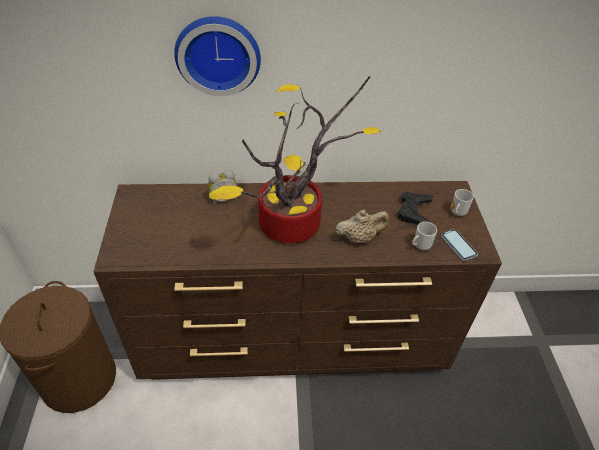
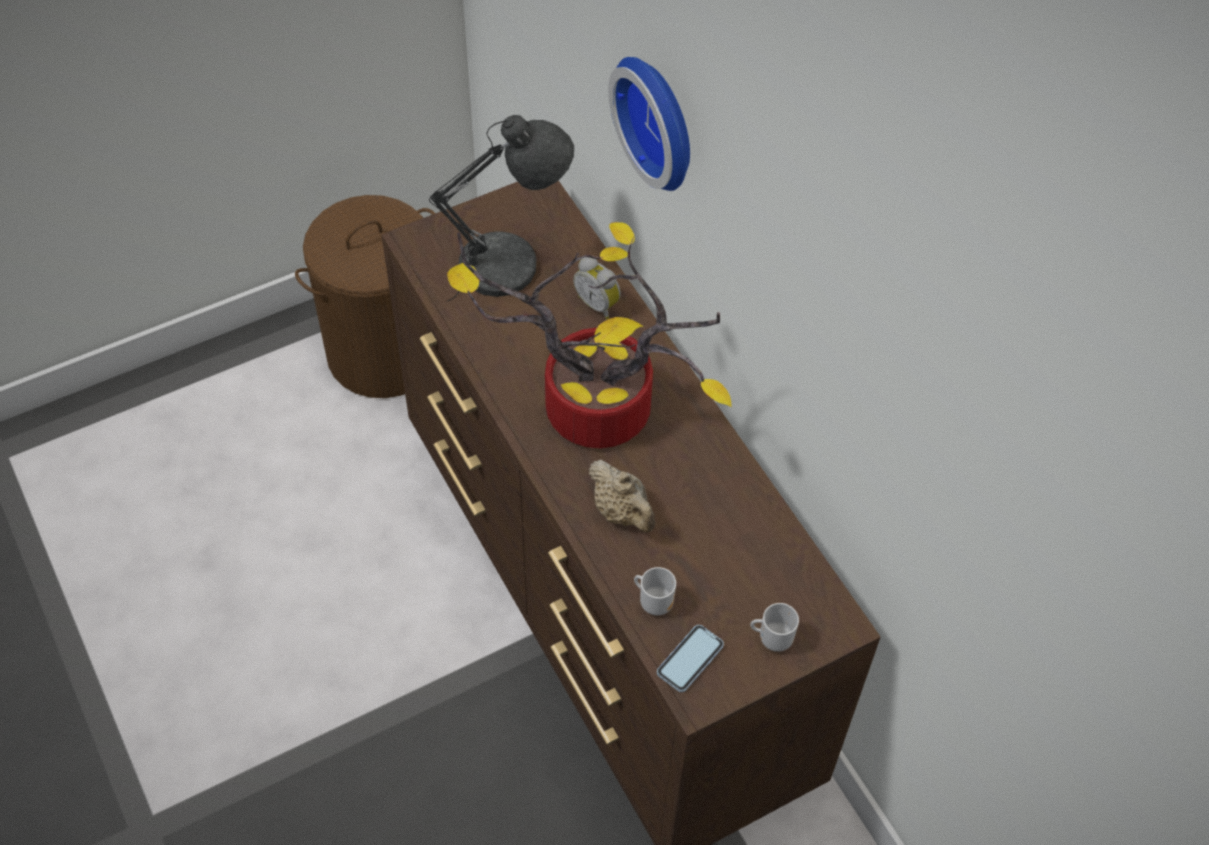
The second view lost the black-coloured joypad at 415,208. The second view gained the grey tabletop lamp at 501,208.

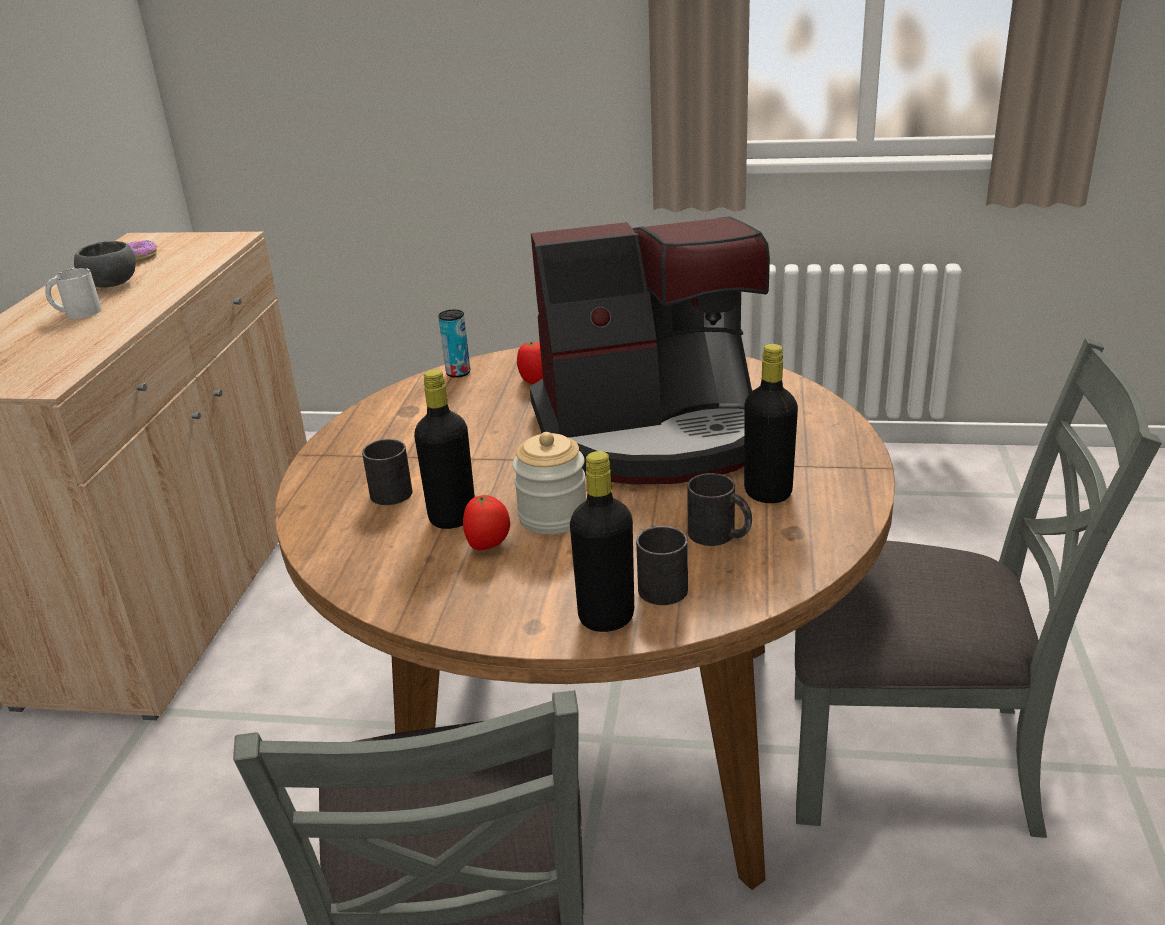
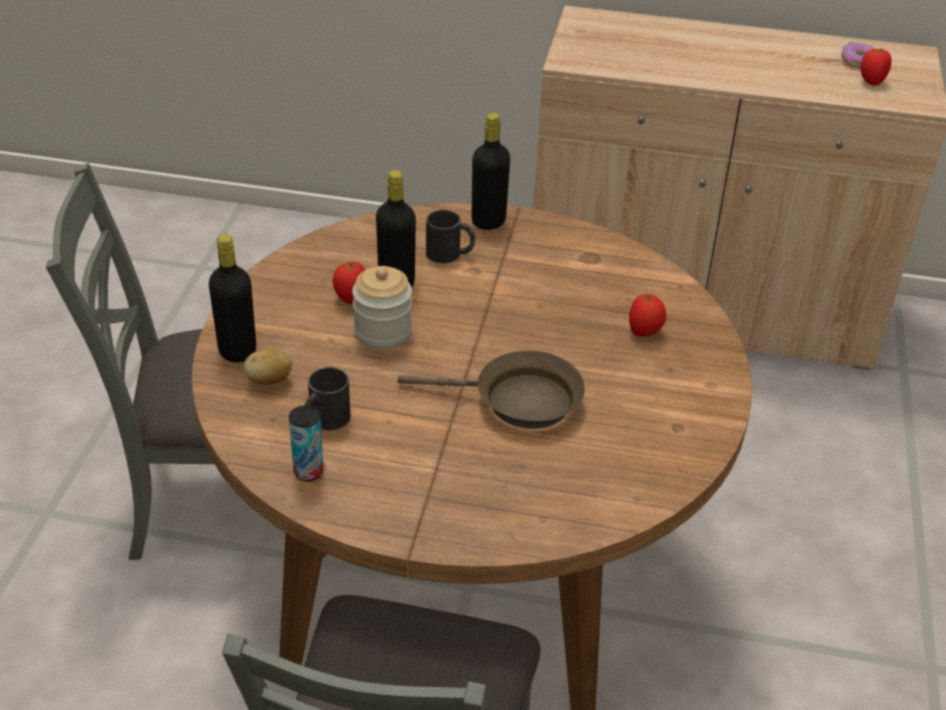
The second view lost the white mug at 73,293. The second view lost the grey deep dish at 105,264. The metal can ended up elsewhere, having gone from 454,344 to 306,443. Where the coffee brewer stood at 650,350, the brownish frying pan came to stand at 491,389. Where the black-coloured mug stood at 662,565, the whole potato came to stand at 268,367. The black-coloured drink bottle ended up elsewhere, having gone from 771,423 to 490,171. The second view gained the whole tomato at 875,67.

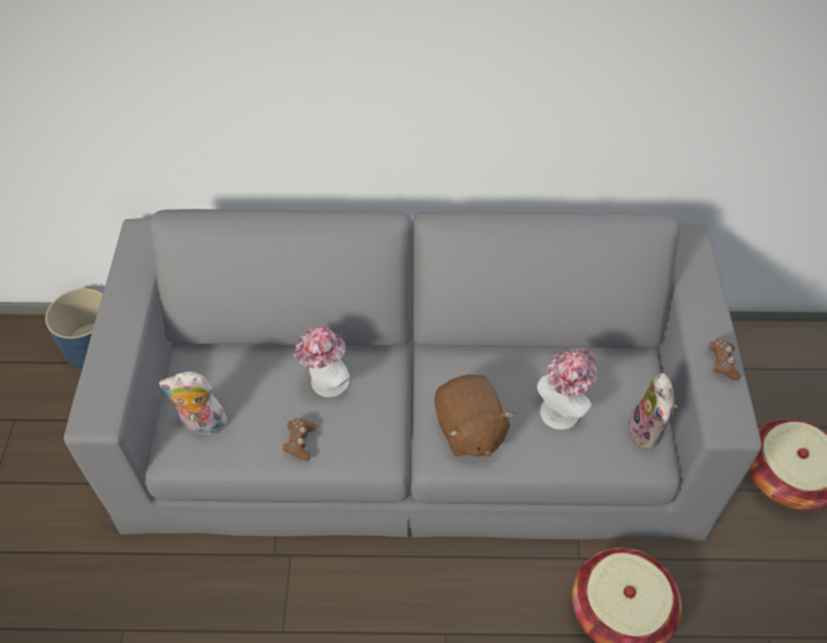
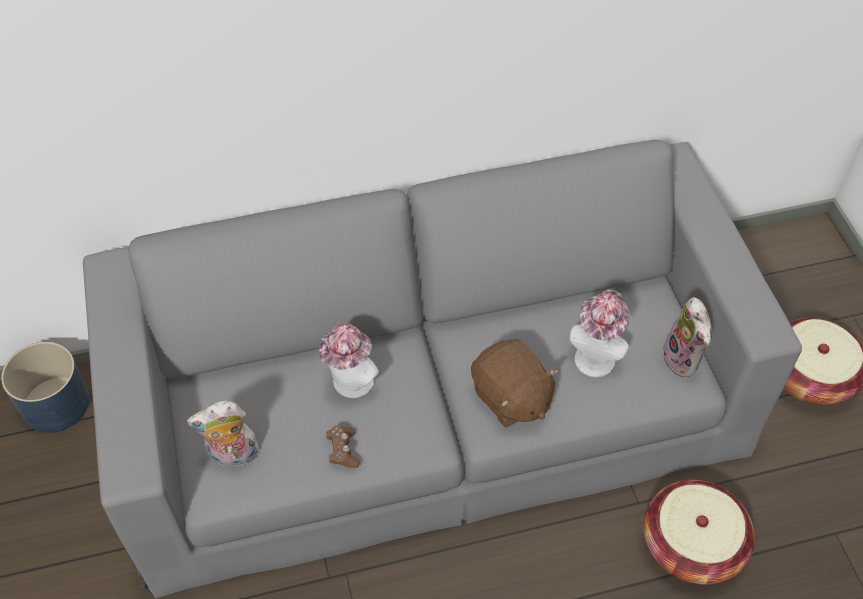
The second view lost the brownish joypad at 724,360.

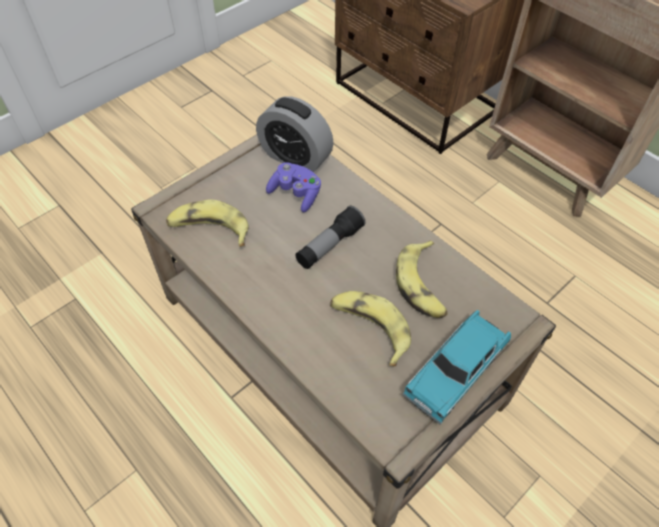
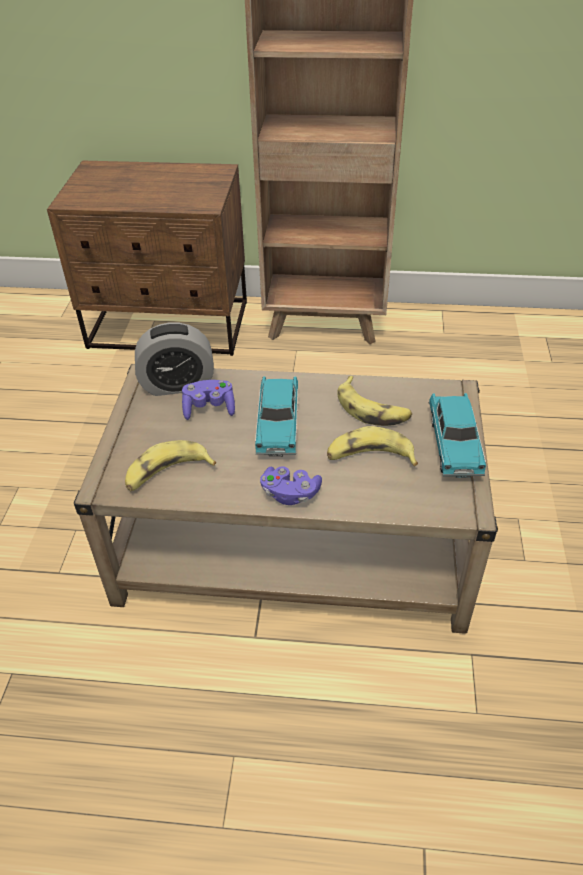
Where the flashlight stood at 330,237, the turquoise-coloured miniature car came to stand at 276,416. The second view gained the purplish joypad at 291,485.

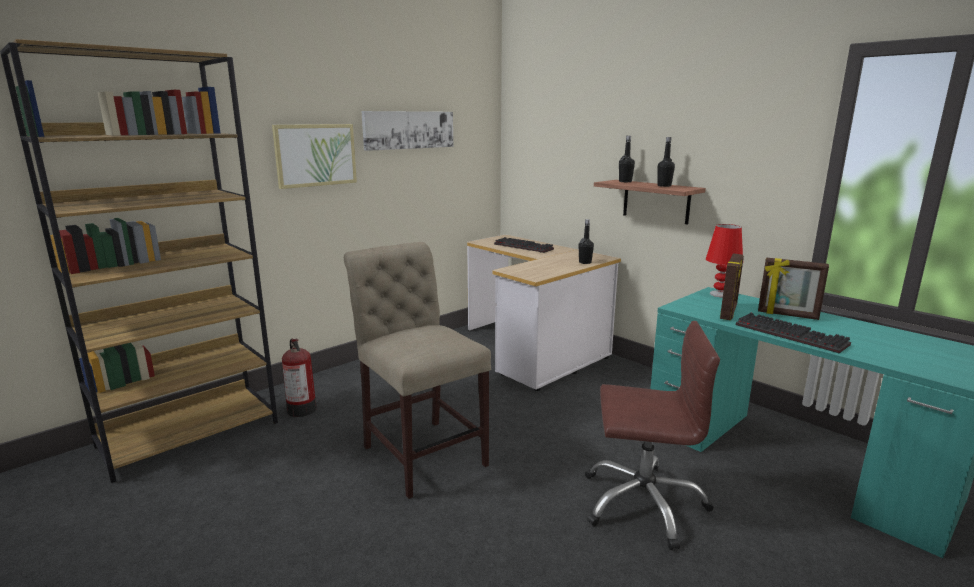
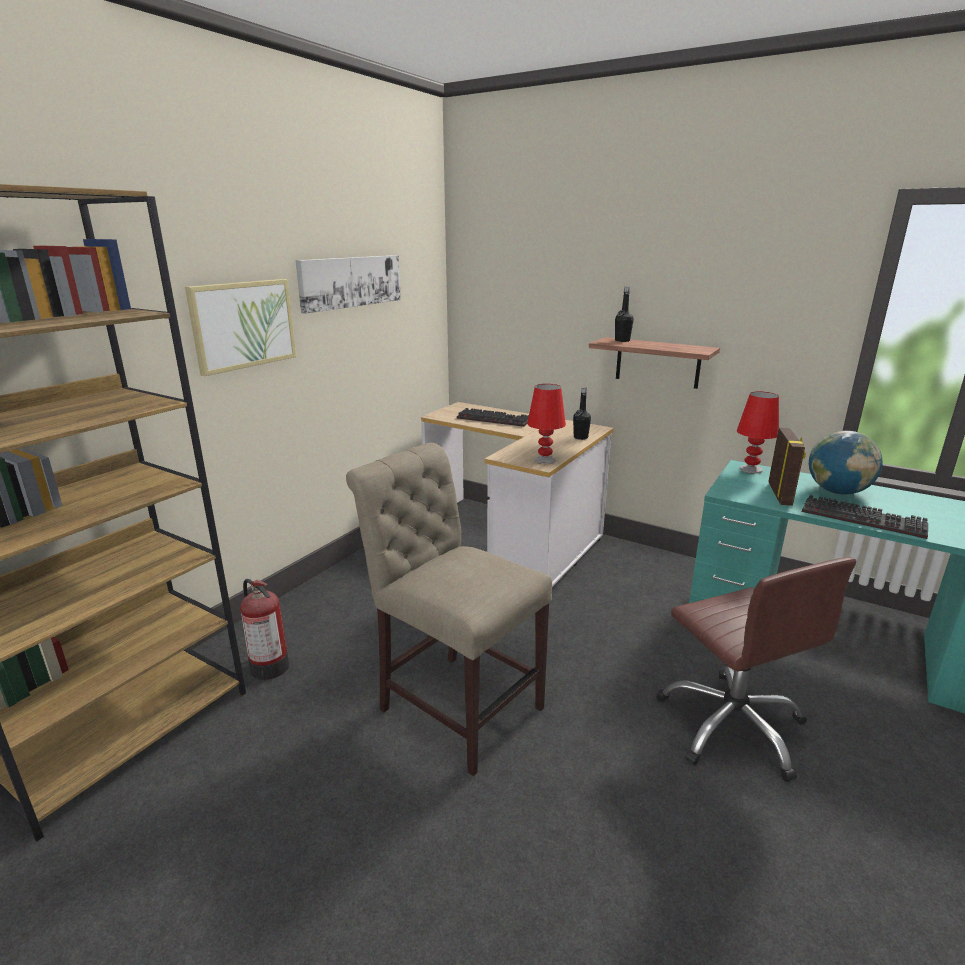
The brownish desk chair at 652,435 ended up facing another way, 75 degrees clockwise from before. The second view lost the black-coloured drink bottle at 666,162. Where the photo frame stood at 793,289, the world globe came to stand at 846,463. The second view gained the red-coloured tabletop lamp at 546,424.

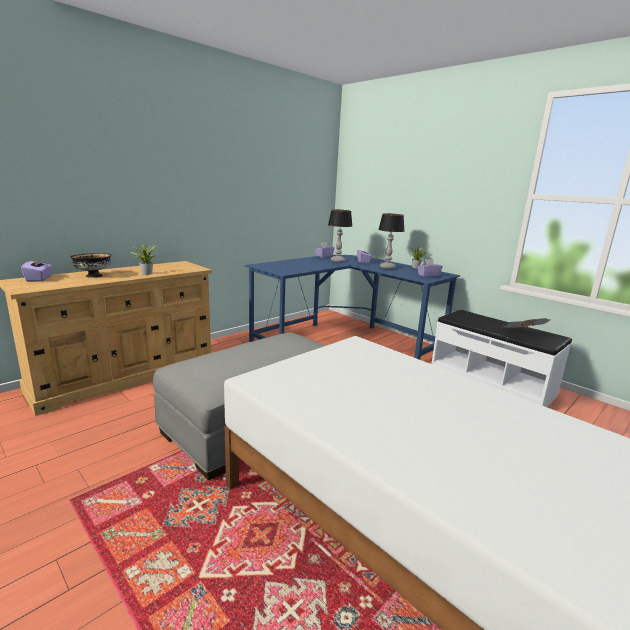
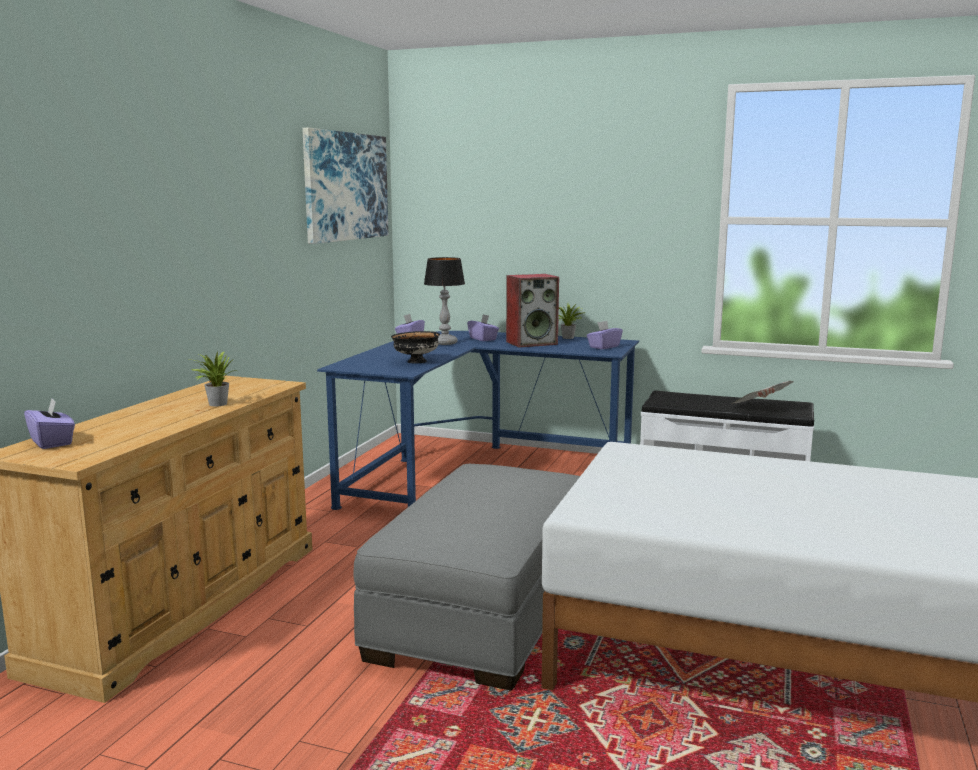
The black-coloured deep dish ended up elsewhere, having gone from 90,265 to 415,347. Where the tabletop lamp stood at 391,241, the speaker came to stand at 532,311. The second view gained the wall picture at 345,186.

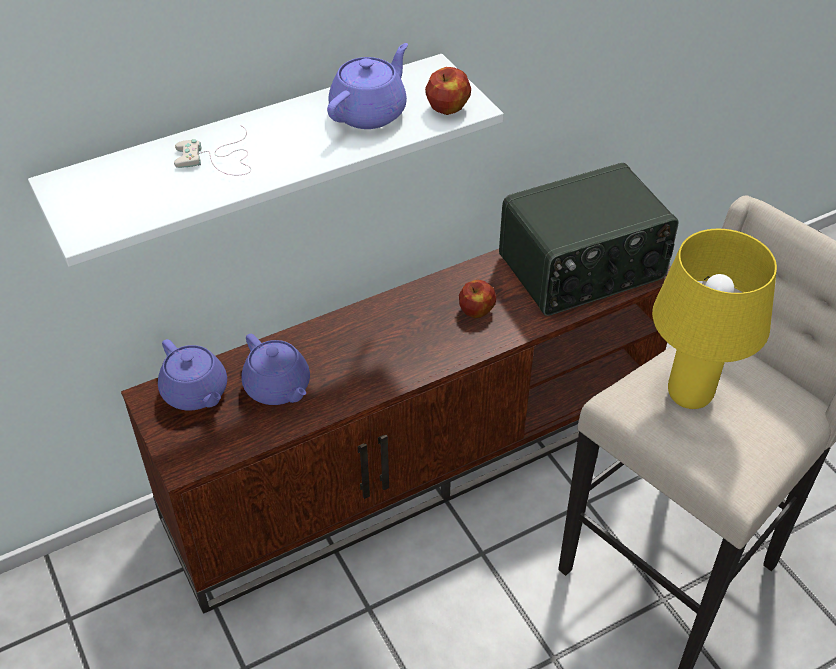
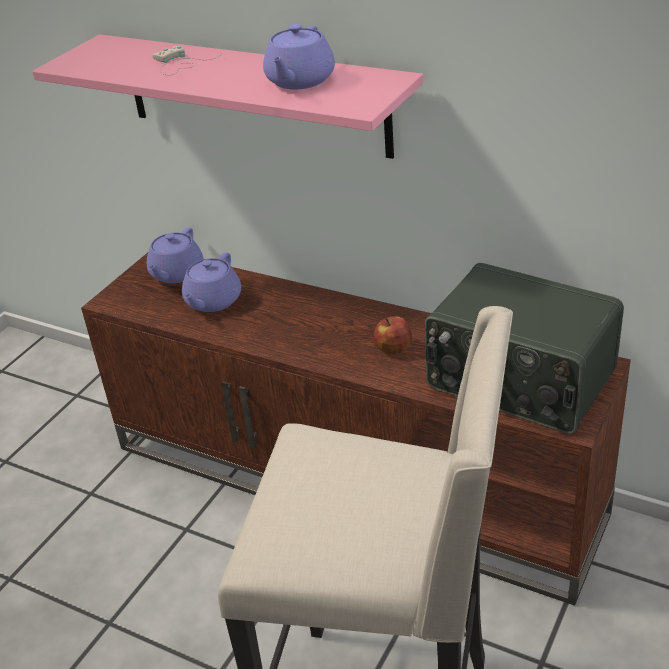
What was the white shelf at 266,160 turned into the pinkish shelf at 227,96. The purplish pot for tea at 367,86 ended up facing another way, 105 degrees clockwise from before. The second view lost the apple at 448,91. The second view lost the yellow-coloured tabletop lamp at 714,319.

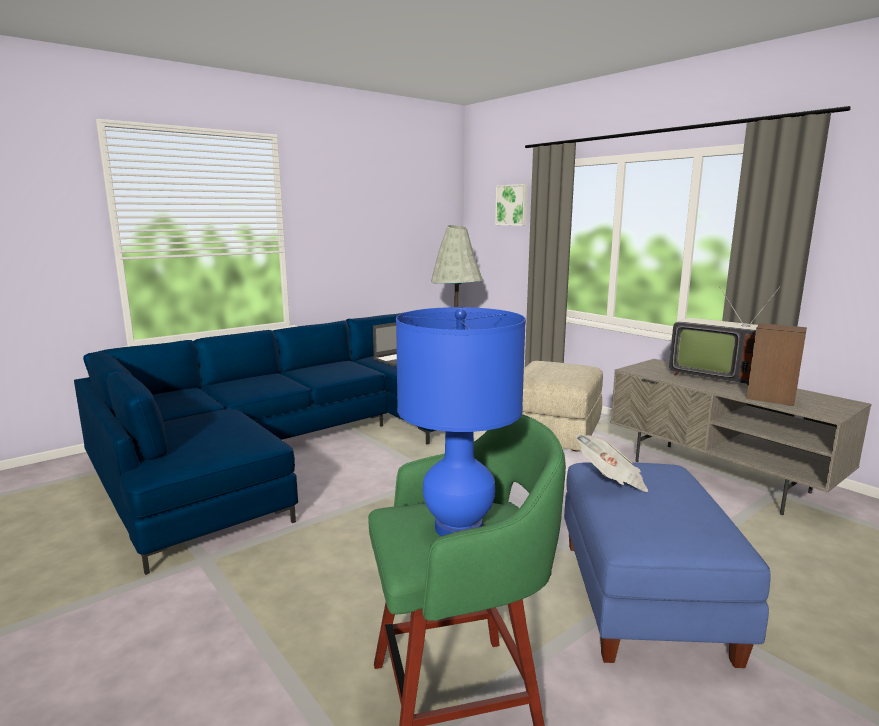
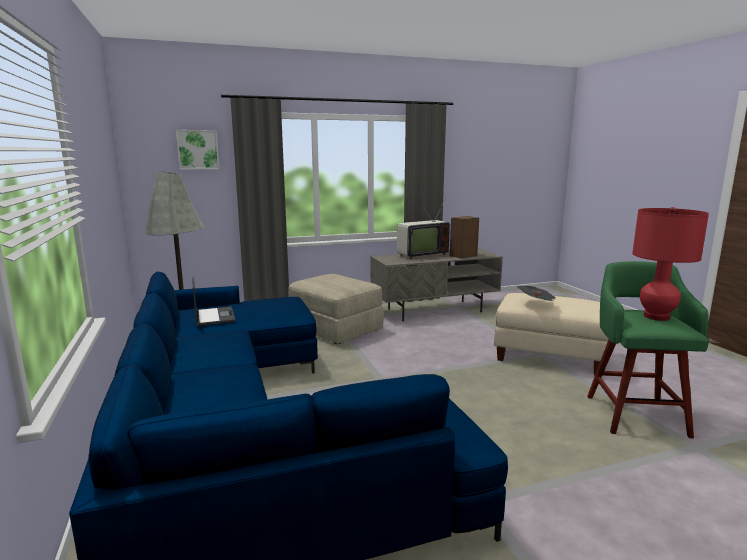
What was the bluish tabletop lamp at 461,421 turned into the red-coloured tabletop lamp at 670,264. What was the bluish pouffe at 667,565 turned into the sand-coloured pouffe at 551,334.

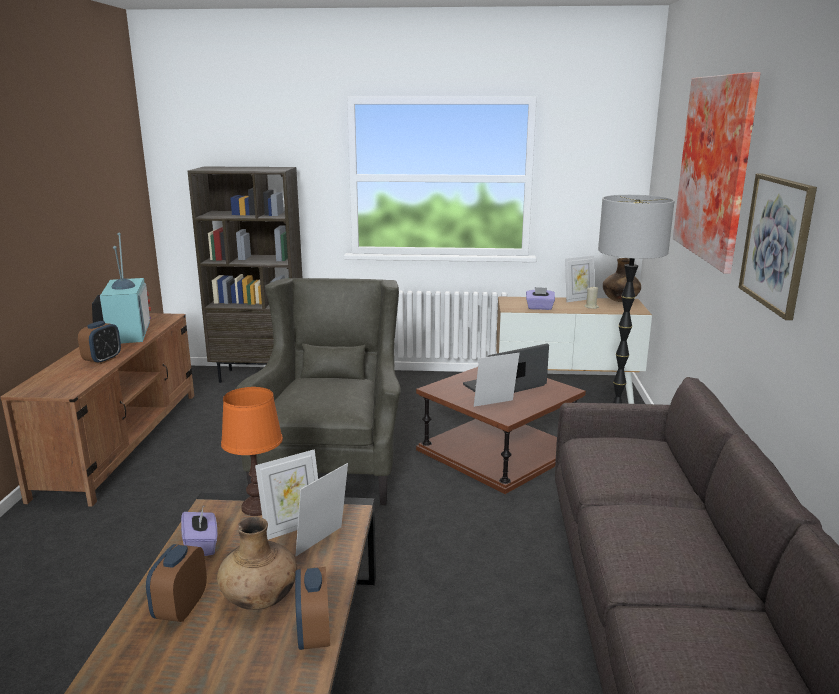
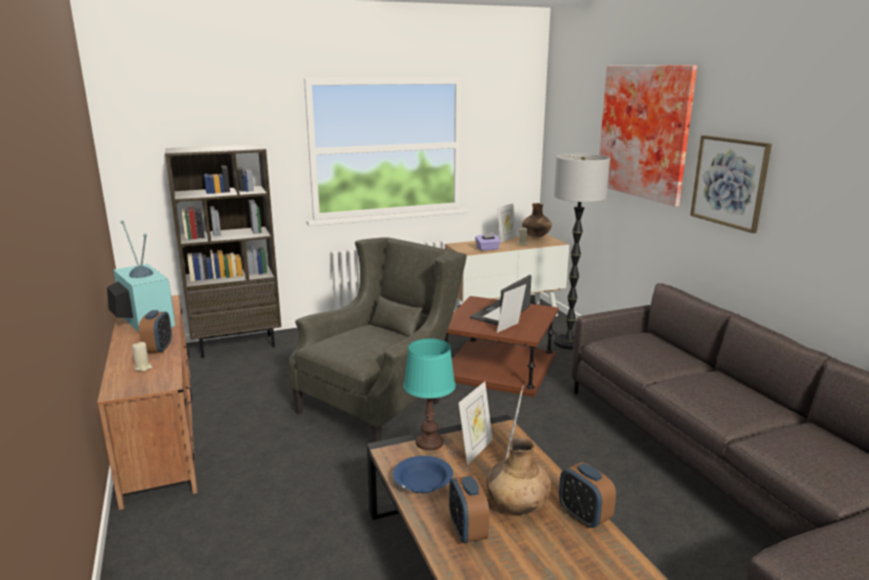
Where the purplish tissue holder stood at 199,530, the bluish deep dish came to stand at 423,474. What was the orangey tabletop lamp at 252,451 turned into the turquoise-coloured tabletop lamp at 429,394. The grey armchair at 318,391 ended up facing another way, 60 degrees clockwise from before. The second view gained the sand-coloured candle at 142,356.

